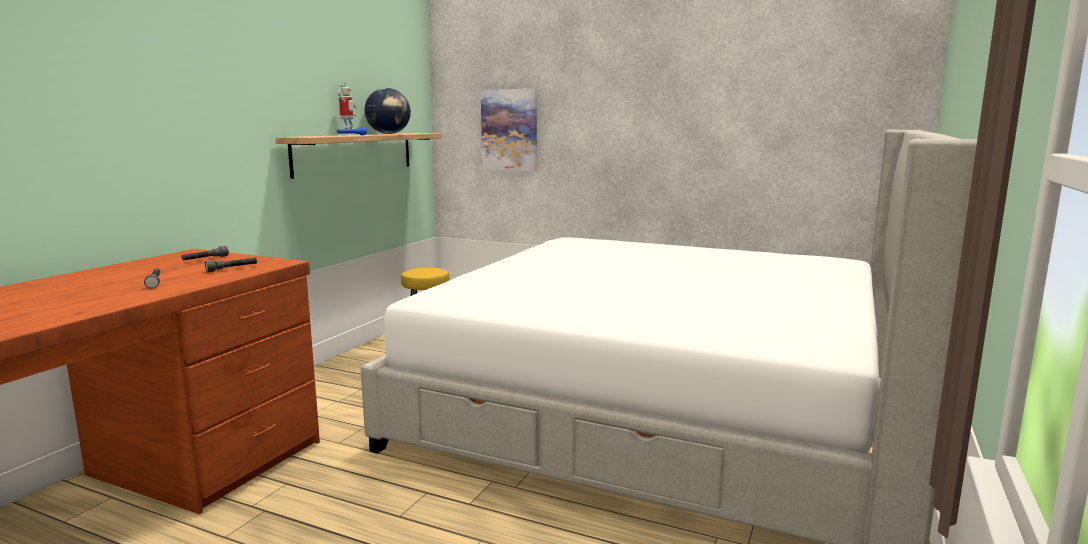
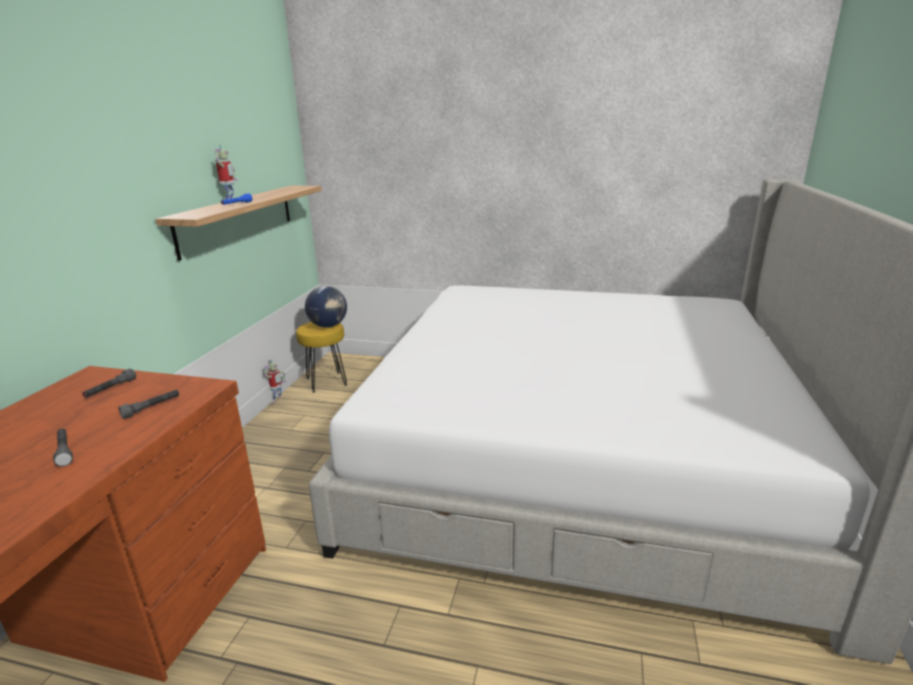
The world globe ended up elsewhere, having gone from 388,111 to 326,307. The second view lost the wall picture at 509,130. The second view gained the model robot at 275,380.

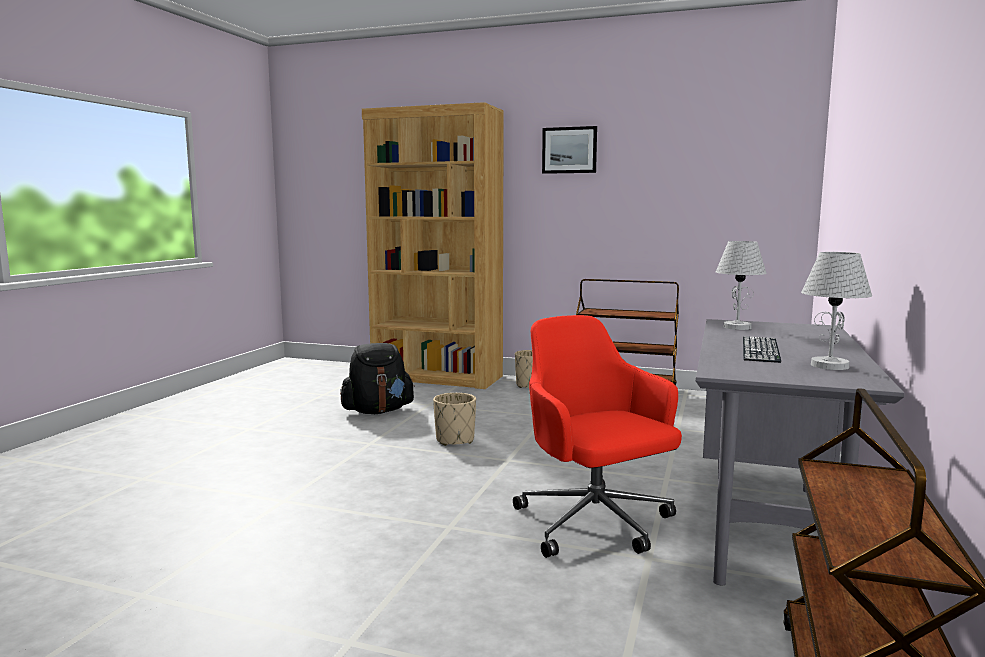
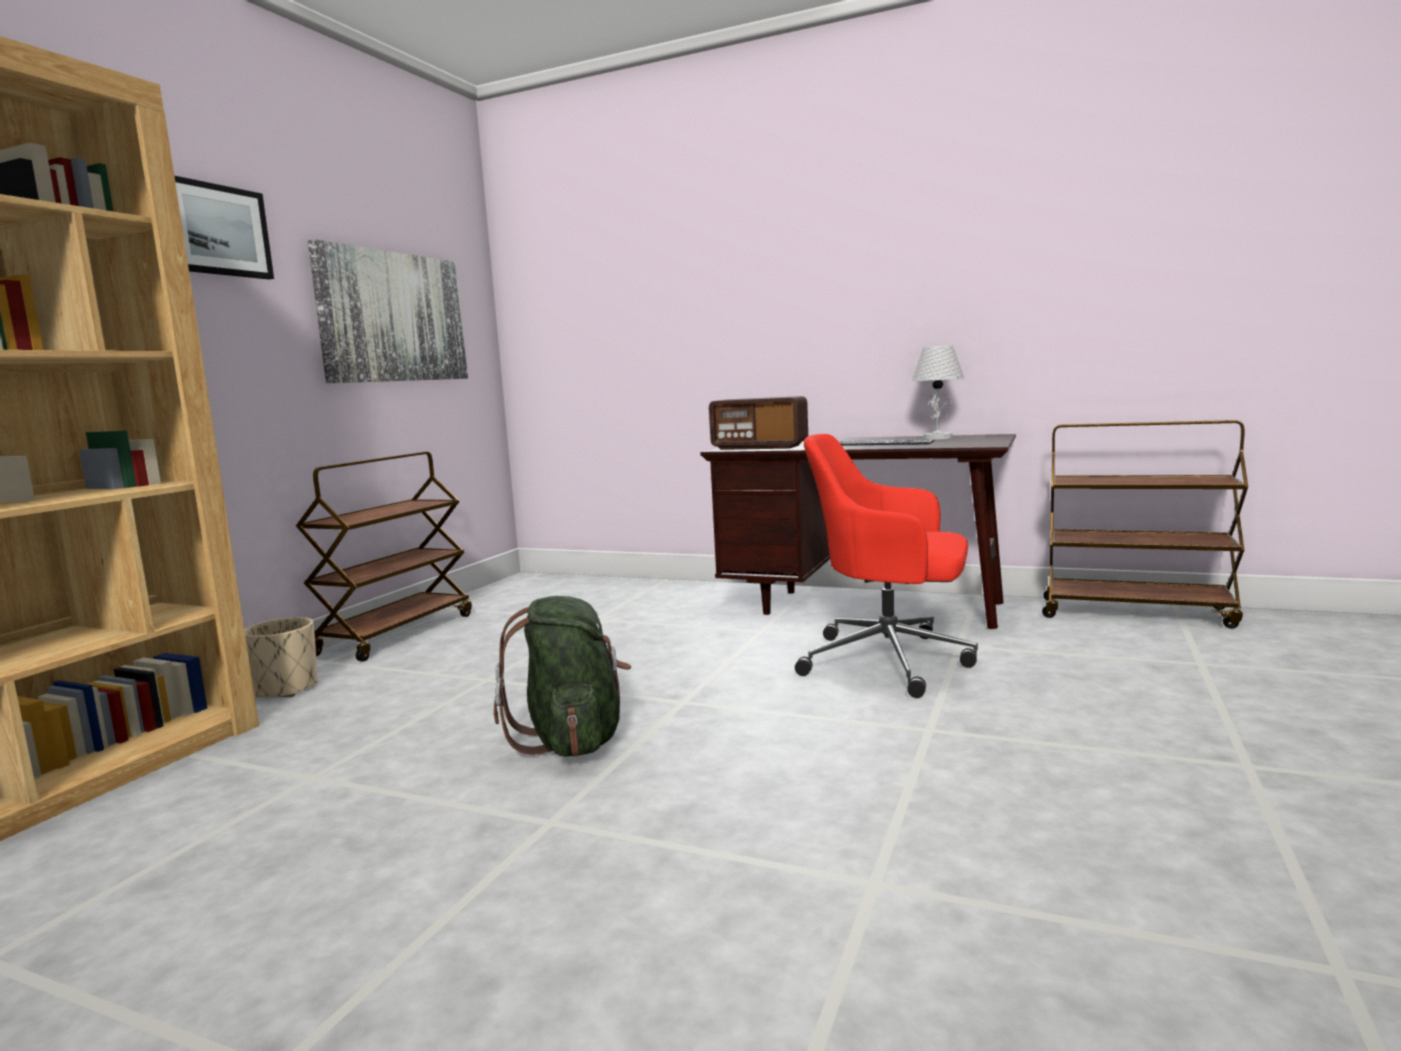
The second view lost the black-coloured backpack at 377,378. Where the sand-coloured plant pot stood at 454,419, the greenish backpack came to stand at 562,676. The red-coloured desk chair at 597,436 ended up facing another way, 45 degrees clockwise from before. What was the grey desk table at 800,452 turned into the brownish desk table at 858,531. Where the white tabletop lamp stood at 741,285, the radio came to stand at 758,423. The second view gained the wall picture at 387,311.

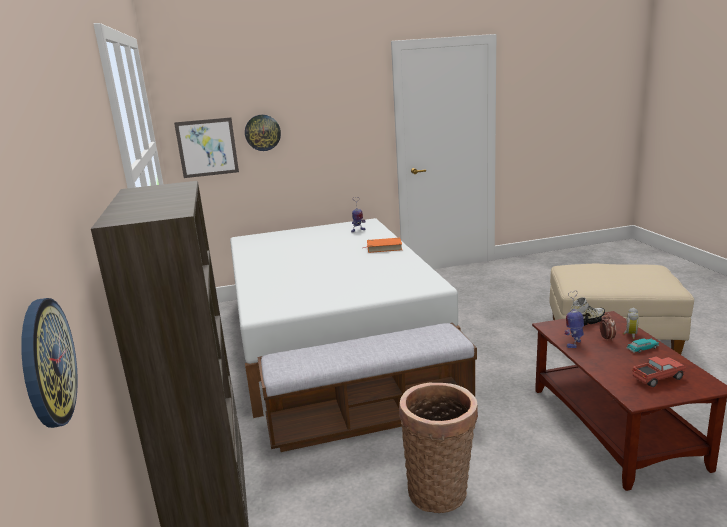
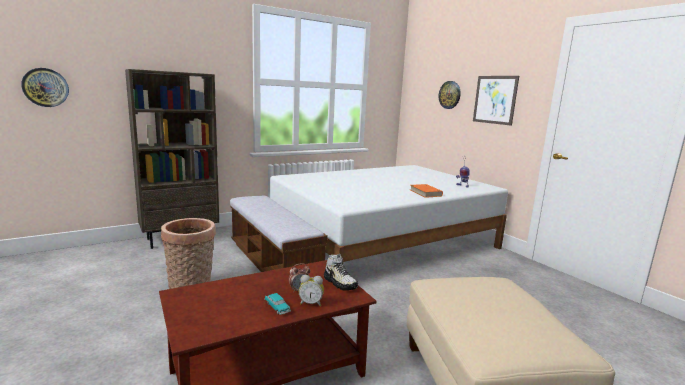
The wall picture ended up elsewhere, having gone from 206,147 to 496,101. The second view lost the model robot at 574,320. The second view lost the toy lorry at 659,371.

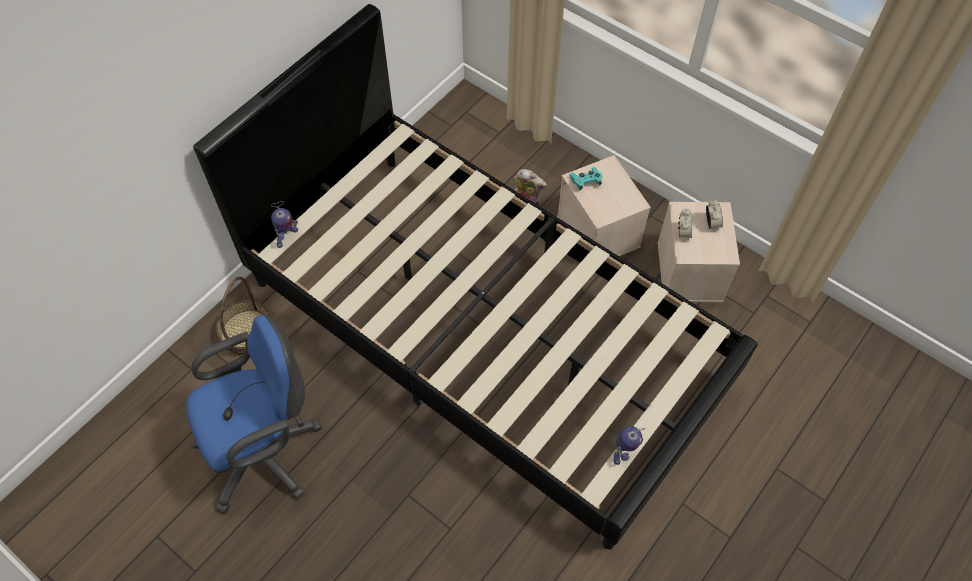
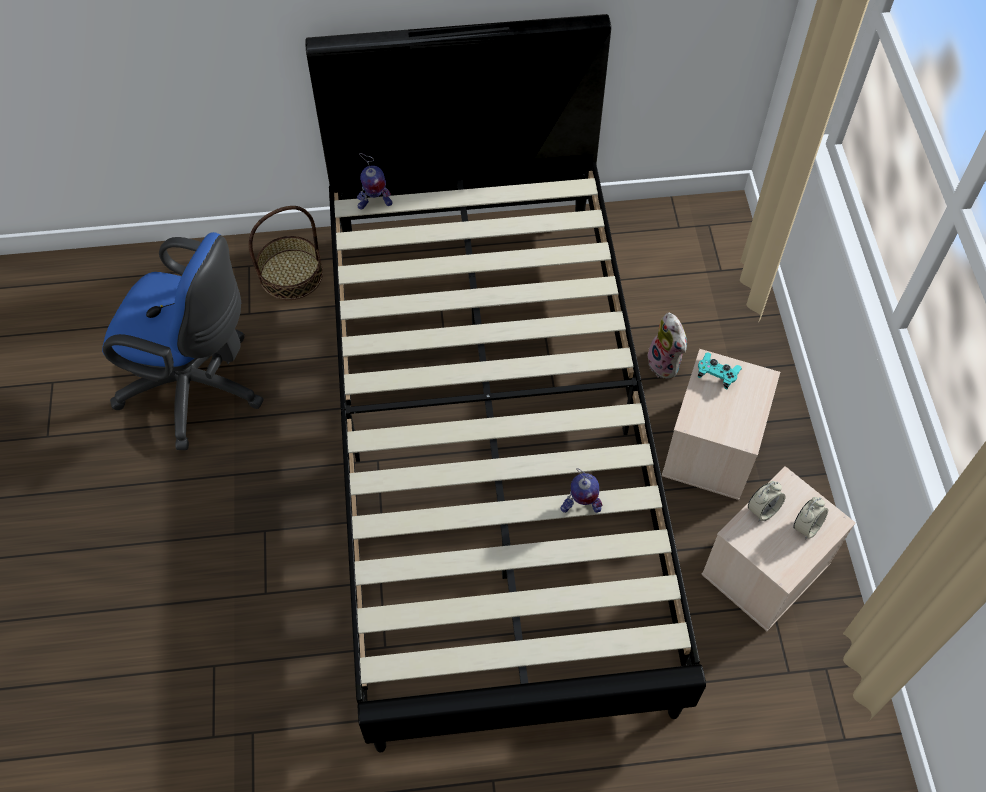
The model robot ended up elsewhere, having gone from 630,445 to 581,490.

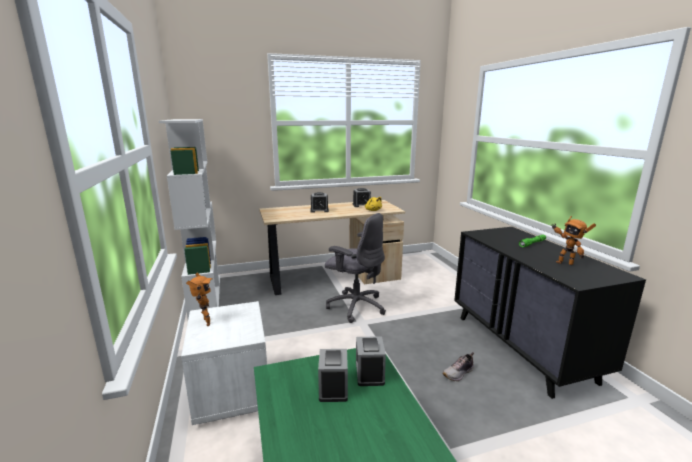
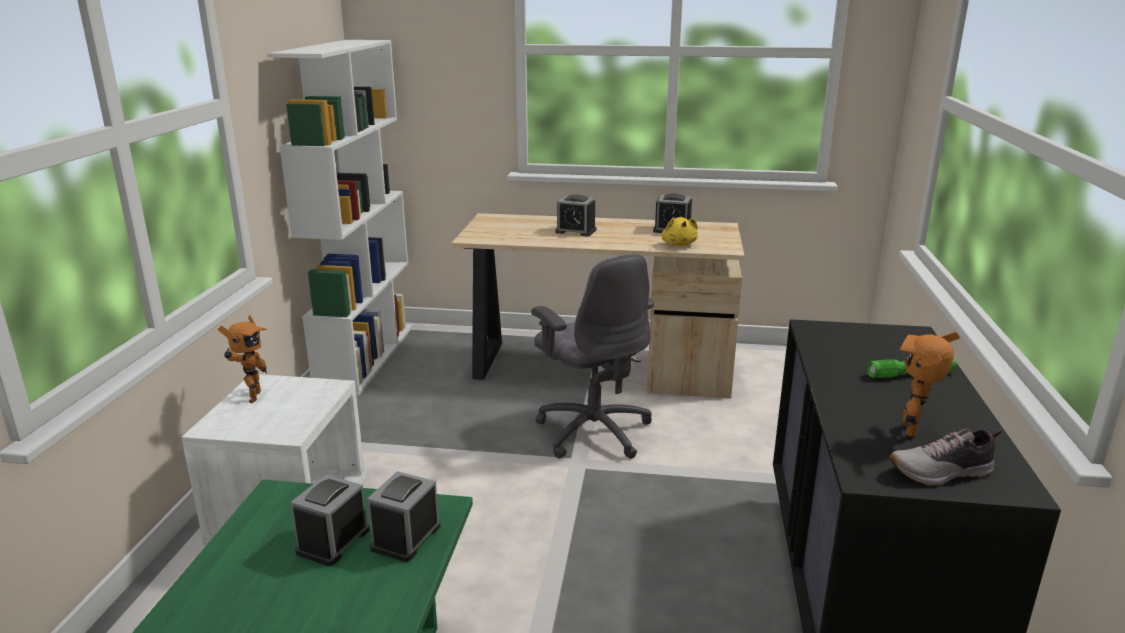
The item of footwear ended up elsewhere, having gone from 458,366 to 945,457. The model robot at 573,240 ended up facing another way, 45 degrees clockwise from before.

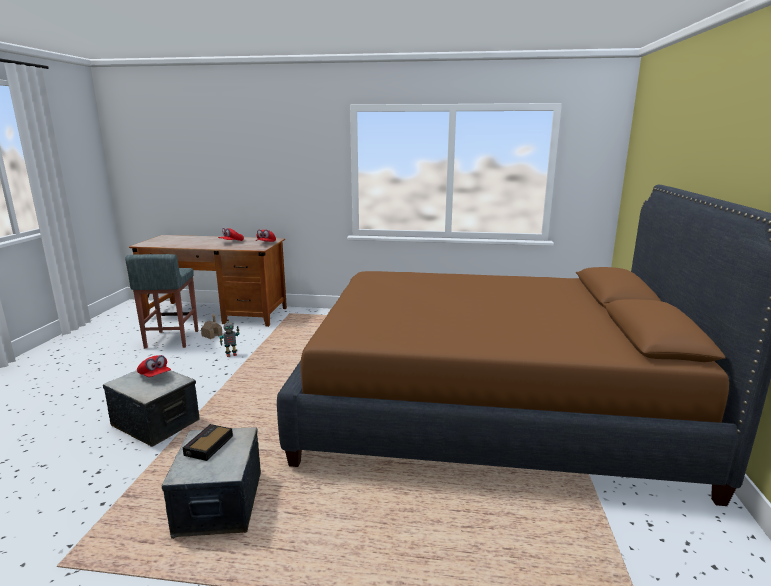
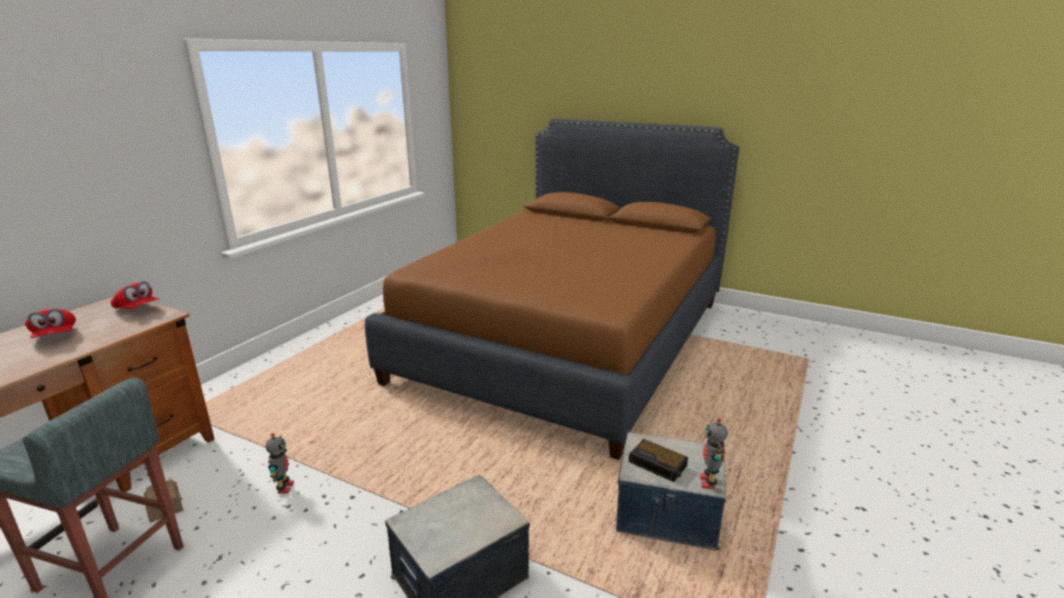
The second view lost the red-coloured baseball cap at 154,366. The second view gained the model robot at 714,453.

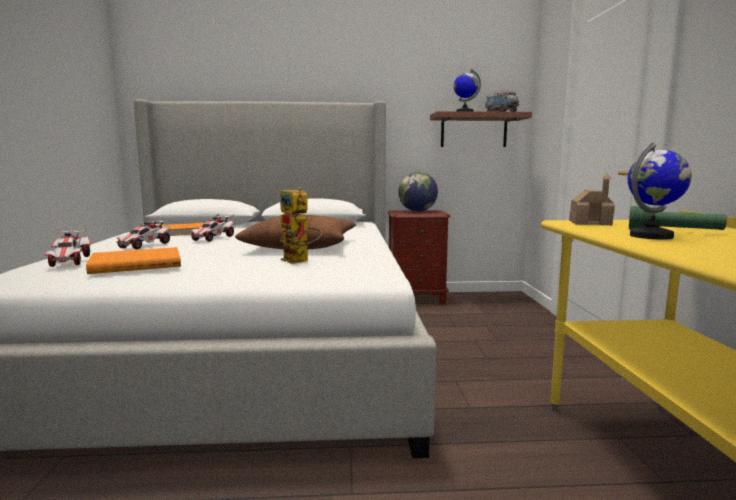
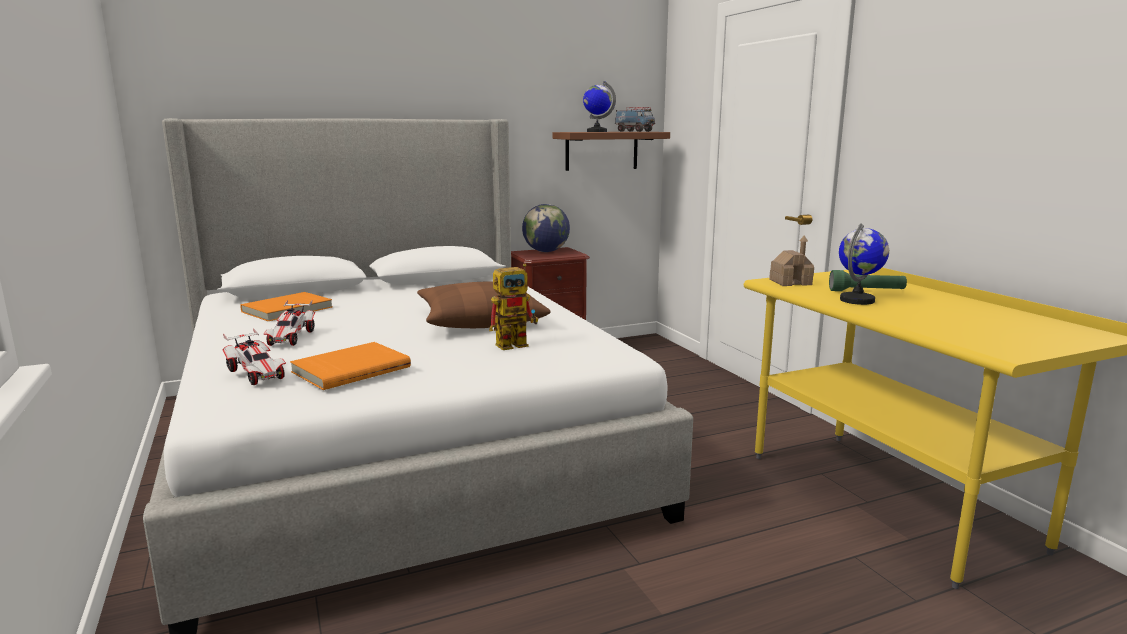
The second view lost the miniature car at 212,228. The model robot at 301,225 ended up facing another way, 60 degrees counterclockwise from before.

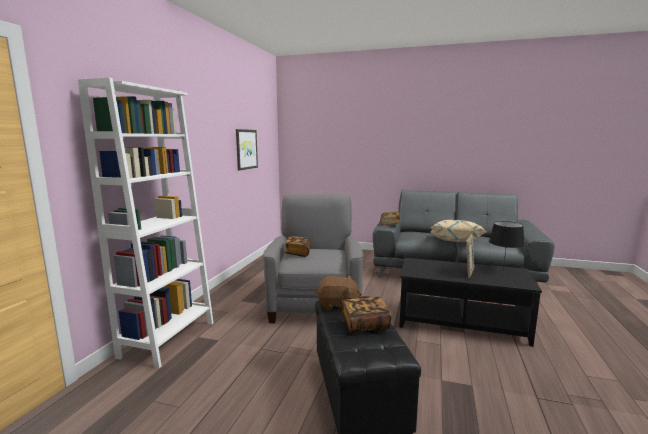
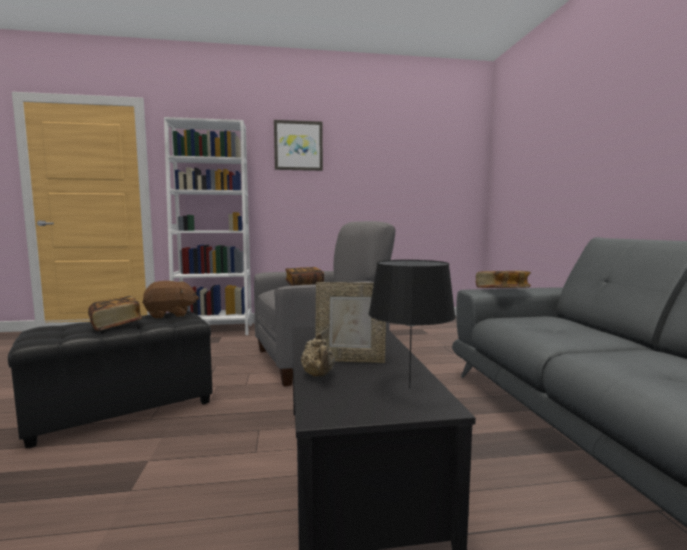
The wall picture ended up elsewhere, having gone from 247,150 to 298,145. The brownish cuddly toy at 339,293 ended up facing another way, 90 degrees counterclockwise from before. The second view lost the sand-coloured cushion at 458,231. The second view gained the sand-coloured pot for tea at 318,355.

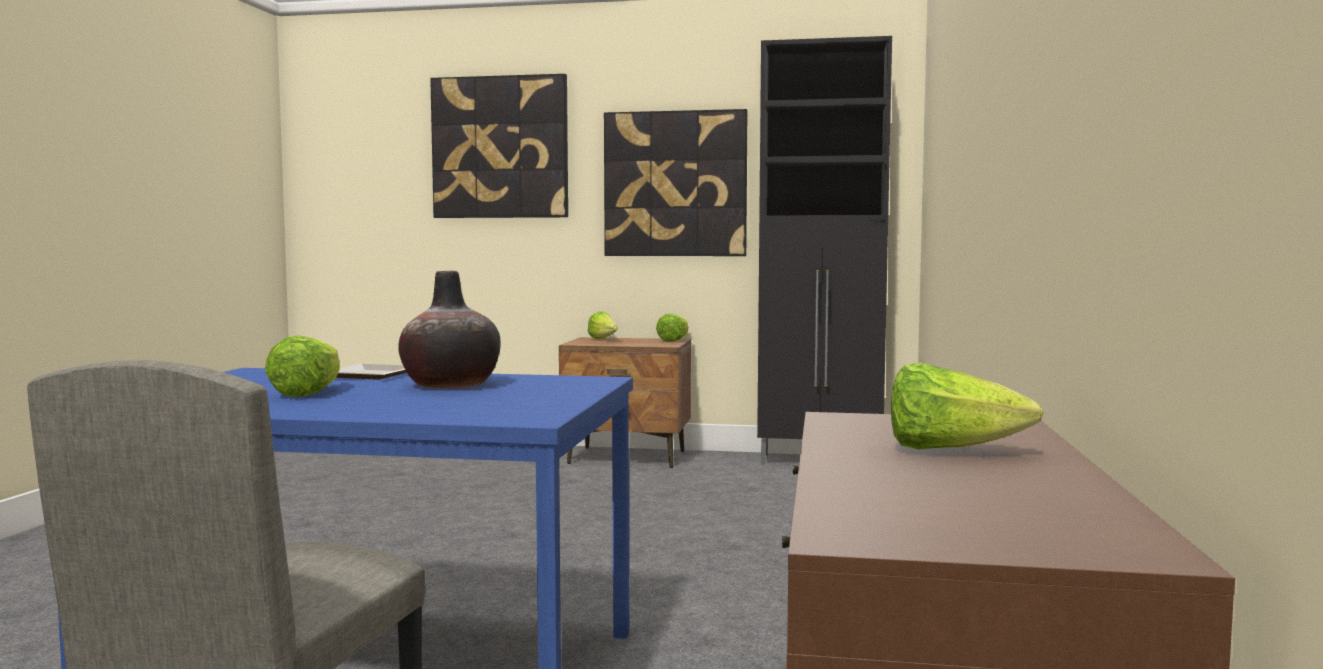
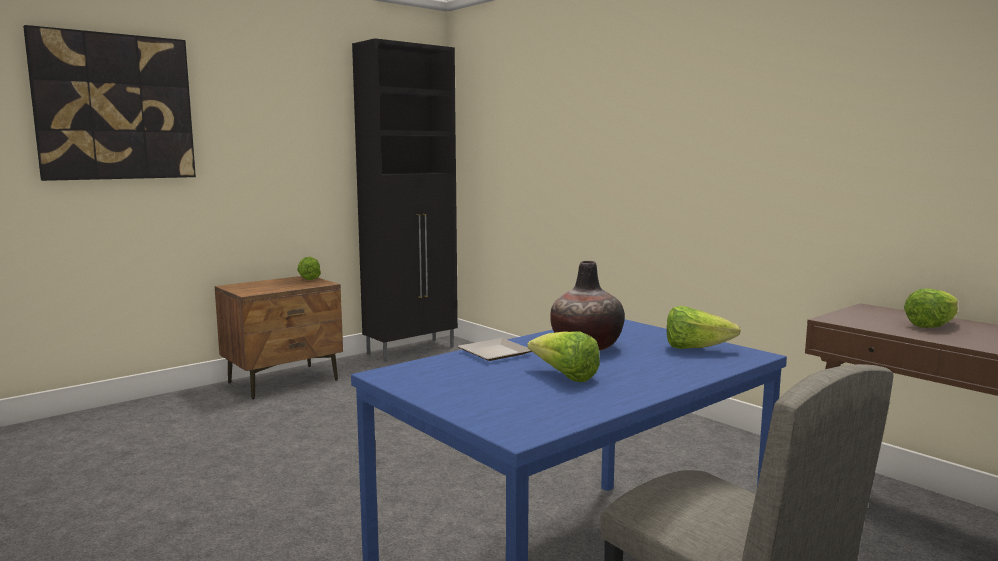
The head of lettuce ended up elsewhere, having gone from 603,325 to 704,327. The second view lost the wall picture at 675,182.

